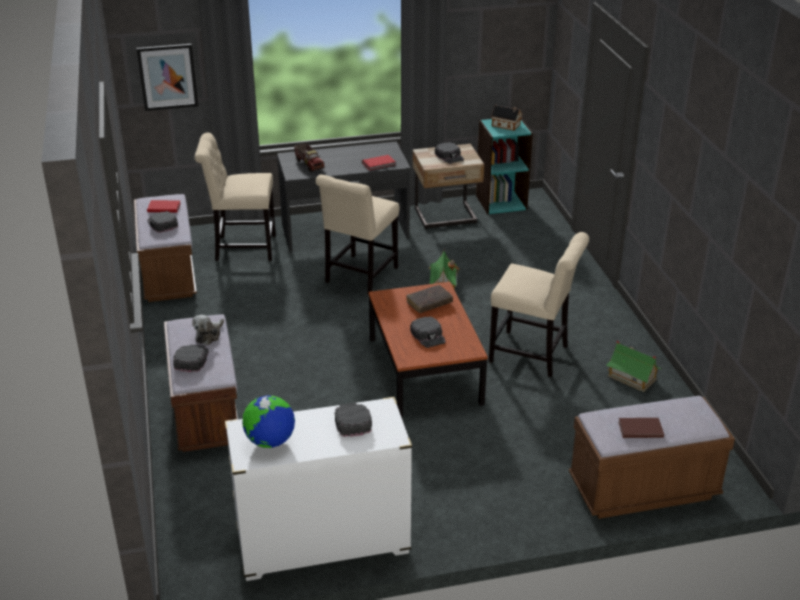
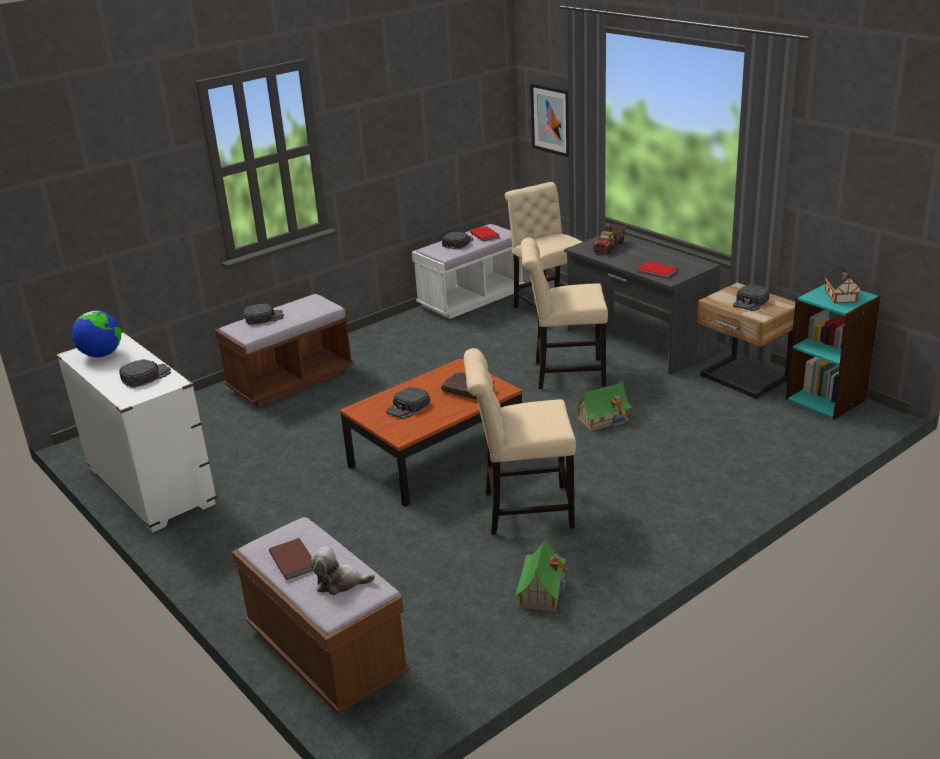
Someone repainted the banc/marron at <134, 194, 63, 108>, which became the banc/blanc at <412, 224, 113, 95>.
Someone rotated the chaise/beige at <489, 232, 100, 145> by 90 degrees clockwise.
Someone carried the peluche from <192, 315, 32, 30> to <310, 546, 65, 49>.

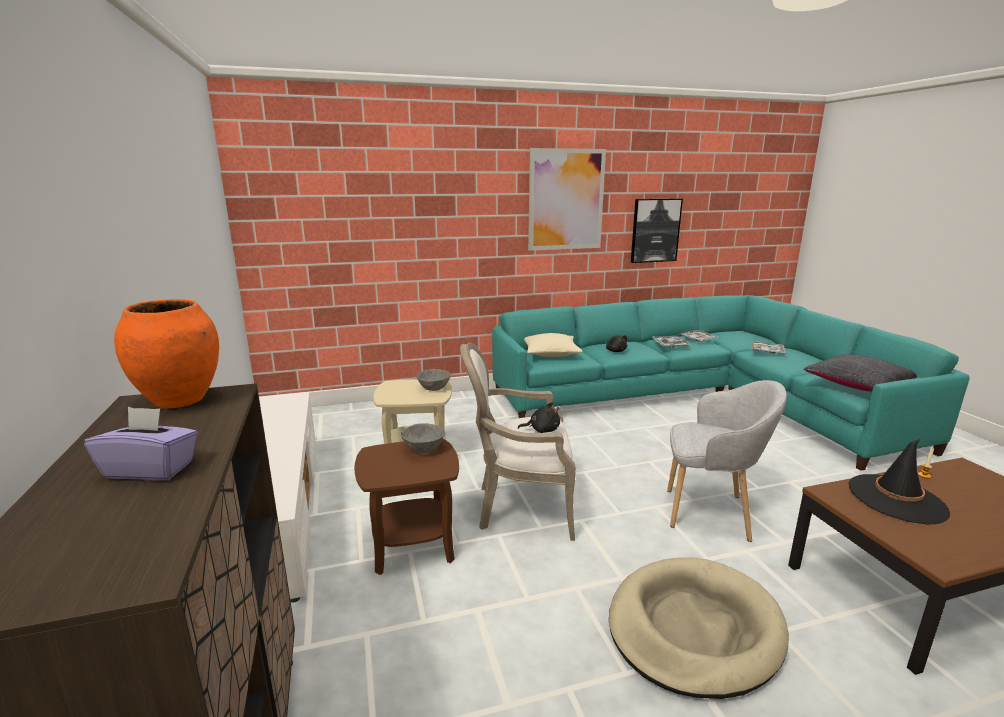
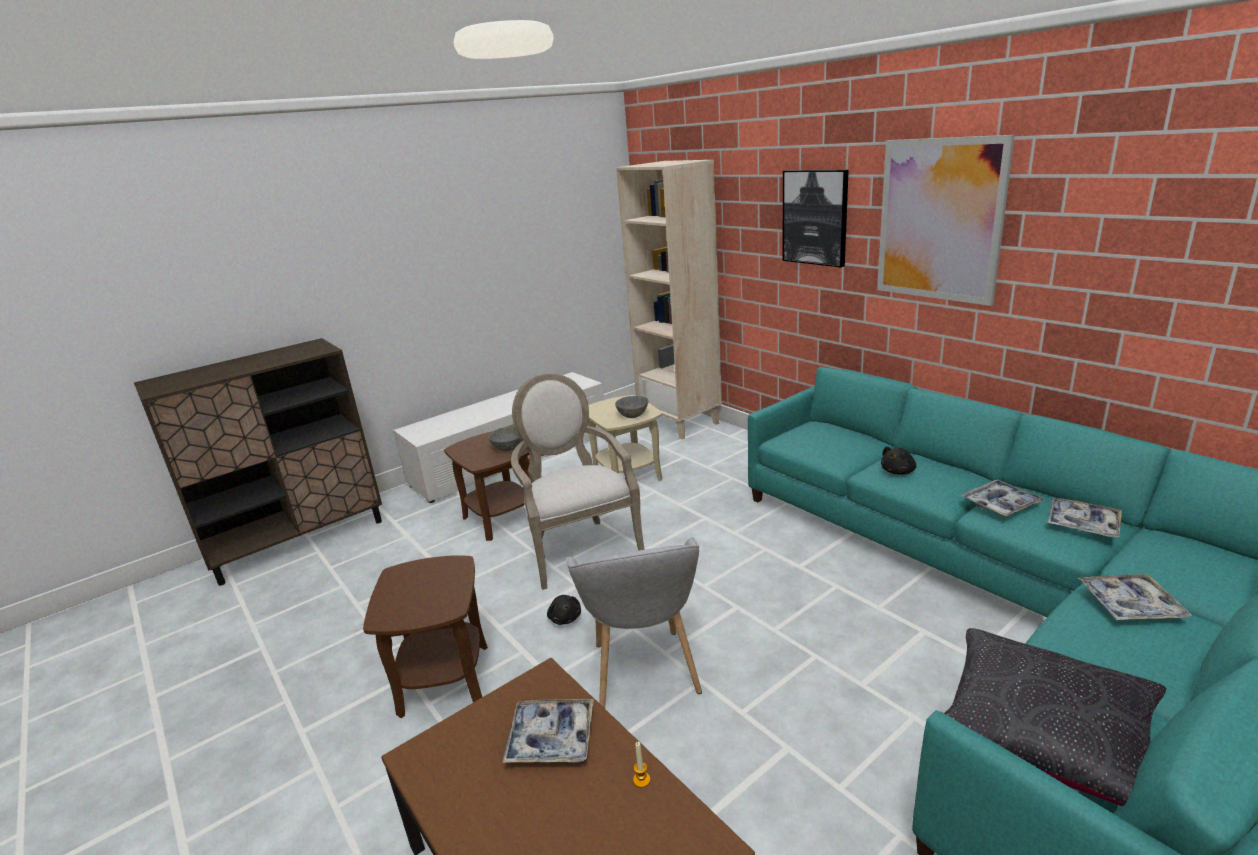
Someone carried the tableau from <631, 199, 52, 64> to <782, 170, 67, 97>.
Someone took away the vase/orange at <114, 299, 105, 109>.
Someone took away the coussin/beige at <524, 333, 58, 24>.
Someone carried the peluche/noir from <518, 402, 42, 31> to <547, 595, 34, 30>.
Someone took away the boîte à mouchoirs/violet at <84, 407, 114, 73>.
Someone swapped the chapeau/noir at <849, 439, 101, 85> for the plateau at <502, 699, 92, 64>.
Someone swapped the panier pour chien/beige at <609, 557, 180, 142> for the table d'appoint/marron at <363, 555, 125, 163>.
Someone put down the bibliothèque/beige at <616, 160, 106, 280>.

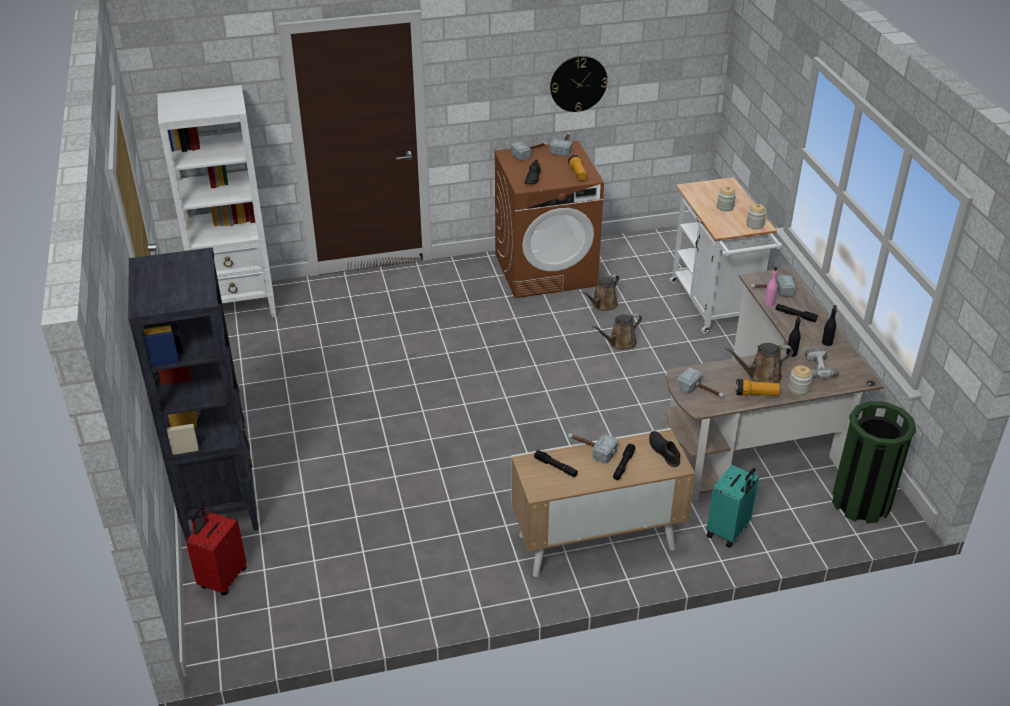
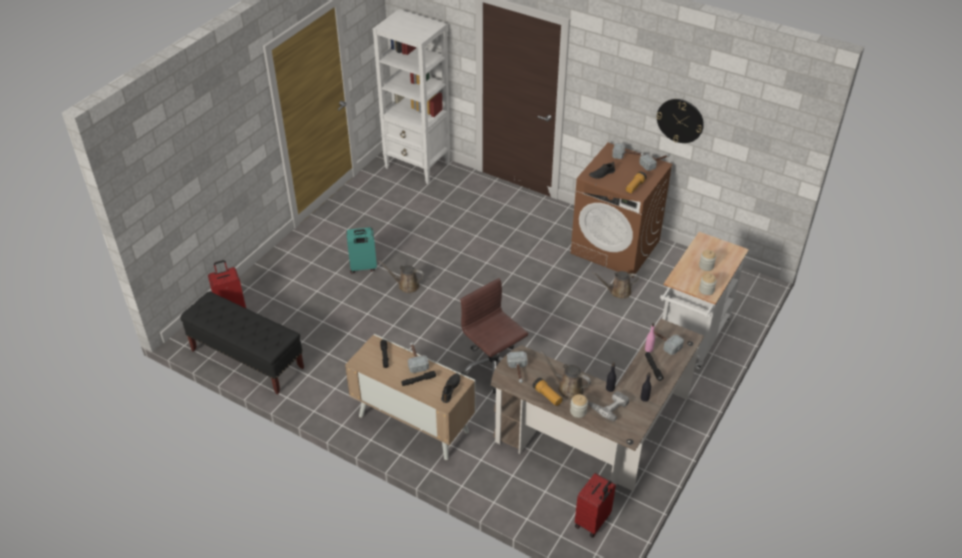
Someone took away the bibliothèque/noir at <128, 247, 130, 295>.
Someone carried the arrosoir/marron from <592, 313, 50, 37> to <379, 261, 45, 32>.
Someone swapped the poubelle/vert at <832, 401, 84, 123> for the valise/rouge at <575, 473, 41, 64>.
Someone carried the valise/turquoise from <706, 464, 53, 84> to <346, 227, 31, 47>.
Someone put down the chaise de bureau/marron at <460, 278, 68, 116>.
Someone put down the banc/noir at <180, 291, 124, 103>.

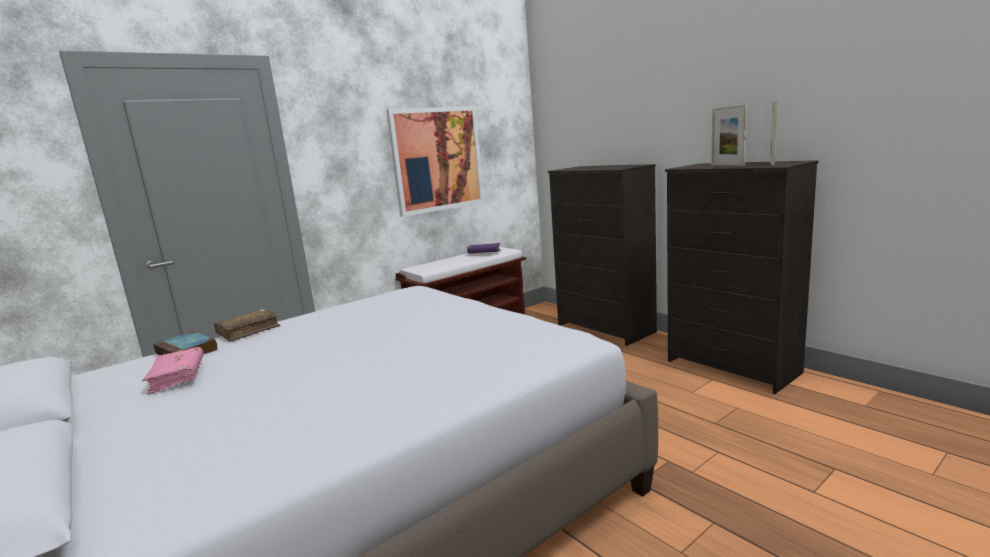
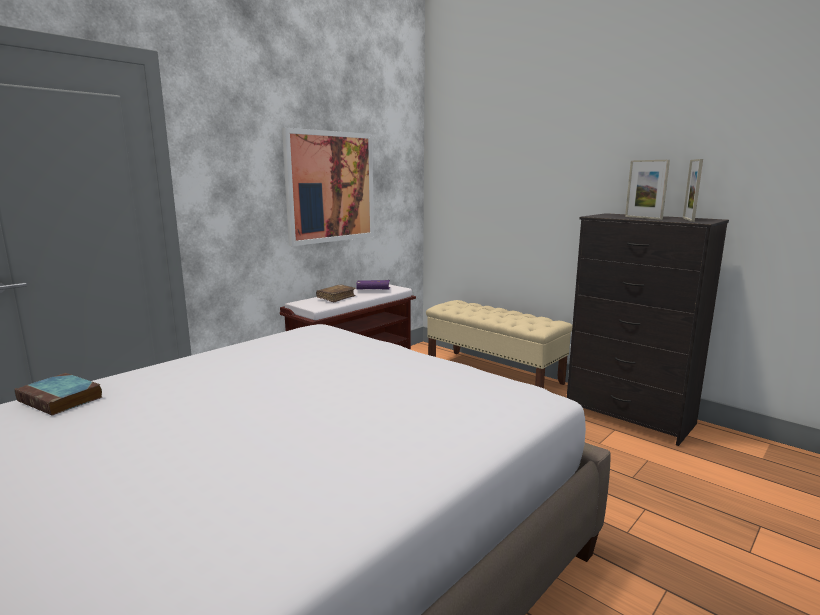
Someone swapped the commode/noir at <548, 164, 109, 182> for the banc/beige at <426, 300, 147, 88>.
Someone carried the livre/marron from <214, 309, 67, 33> to <316, 285, 40, 17>.
Someone took away the livre/rose at <142, 347, 61, 47>.

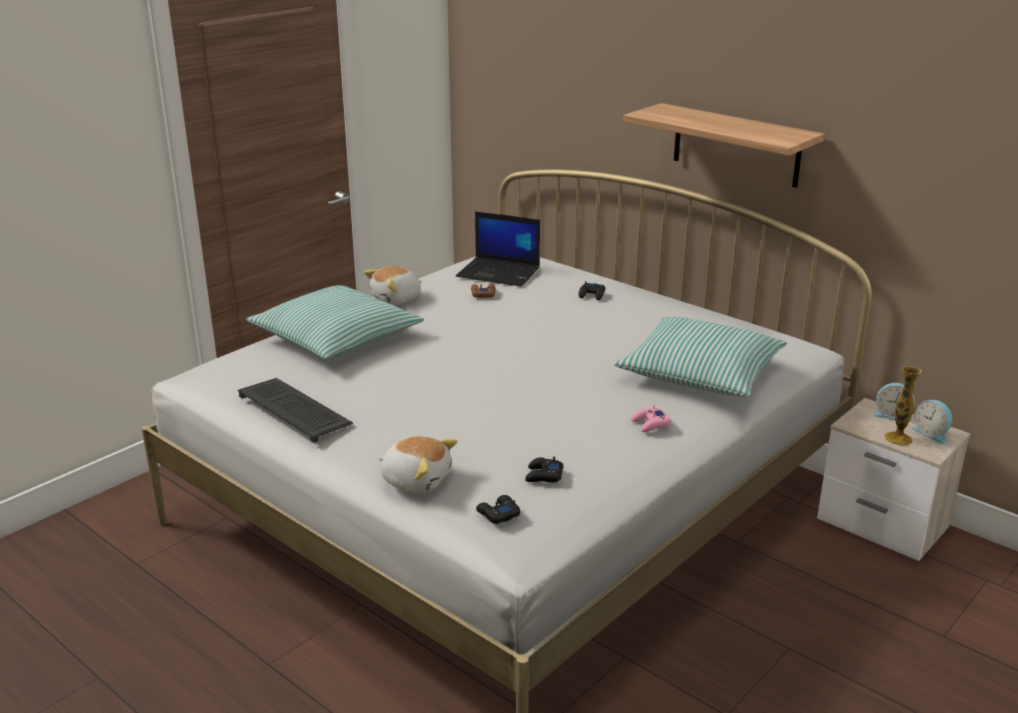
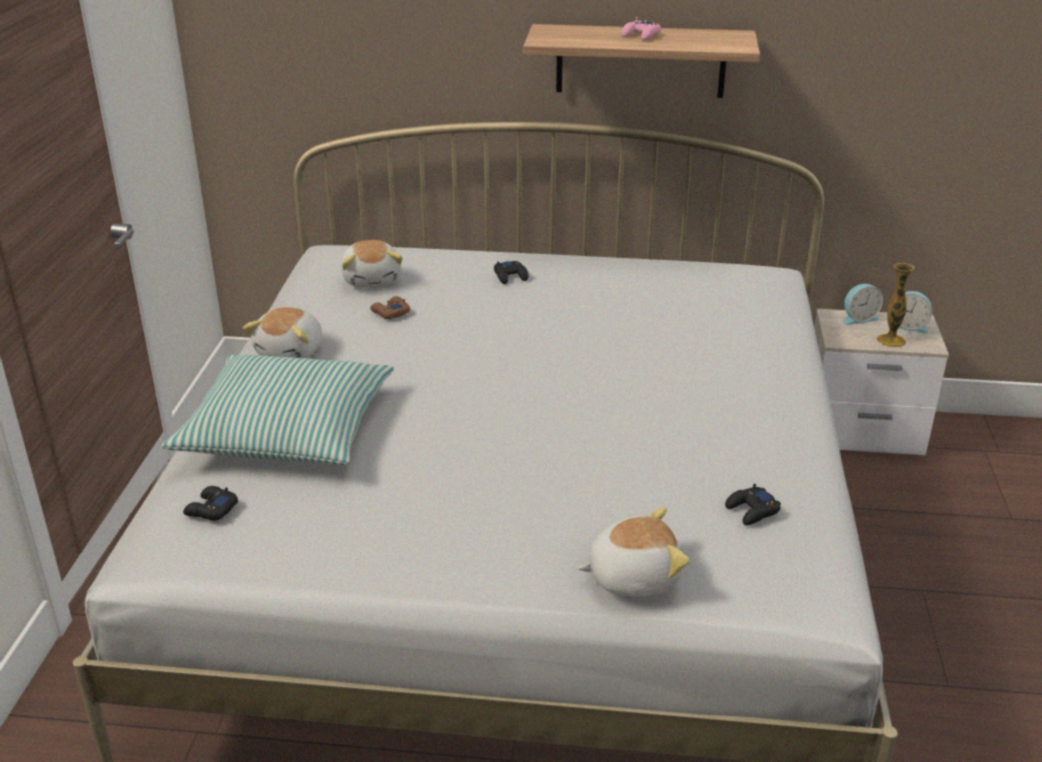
Someone swapped the ordinateur portable at <456, 211, 84, 76> for the peluche at <341, 240, 62, 47>.
Someone took away the coussin at <614, 317, 173, 80>.
Someone took away the clavier at <238, 378, 115, 65>.
Someone carried the manette/rose from <631, 405, 40, 27> to <621, 17, 40, 24>.
Someone carried the manette/noir from <476, 495, 44, 29> to <183, 486, 55, 35>.

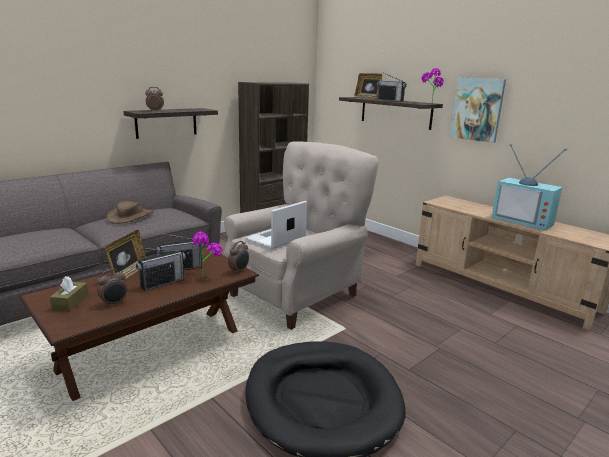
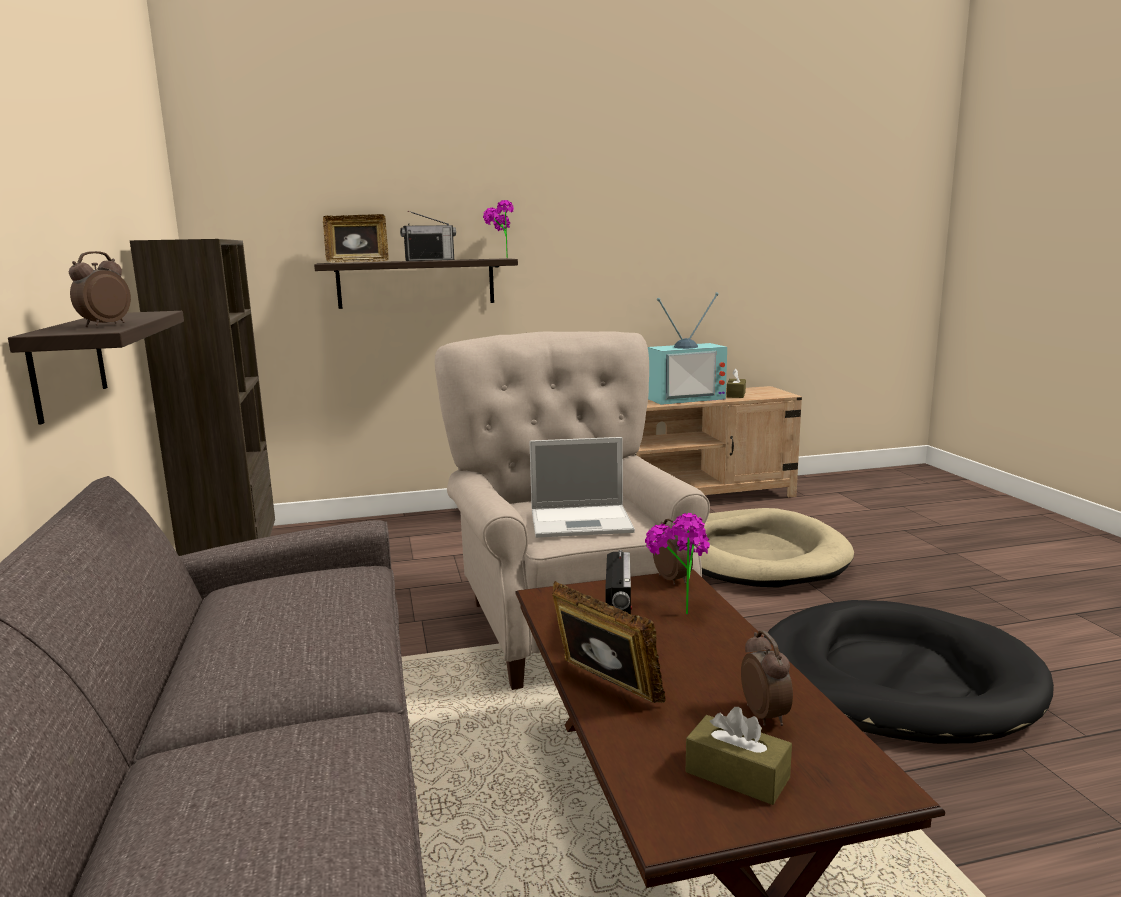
Someone took away the tableau at <450, 78, 56, 65>.
Someone took away the chapeau/marron at <106, 201, 48, 23>.
Someone rotated the ordinateur portable at <245, 201, 62, 48> by 75 degrees counterclockwise.
Someone took away the radio at <136, 248, 50, 43>.
Someone put down the boîte à mouchoirs/marron at <726, 368, 20, 30>.
Someone put down the panier pour chien/beige at <698, 508, 156, 80>.

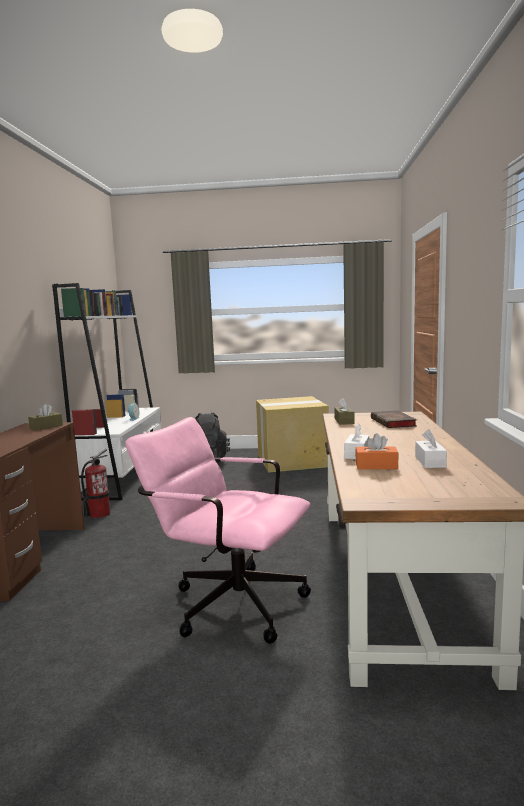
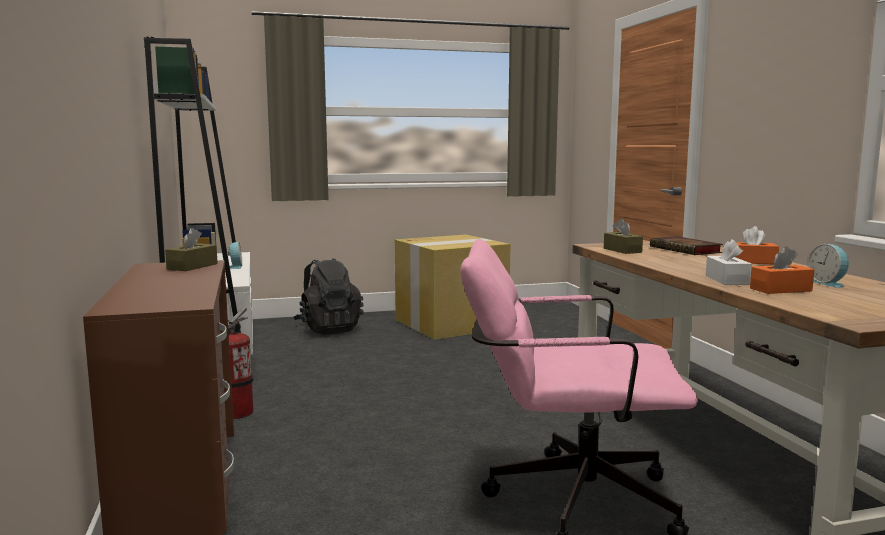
Someone swapped the boîte à mouchoirs/blanc at <415, 429, 32, 39> for the réveil at <808, 244, 41, 44>.
Someone put down the boîte à mouchoirs/orange at <736, 226, 43, 38>.

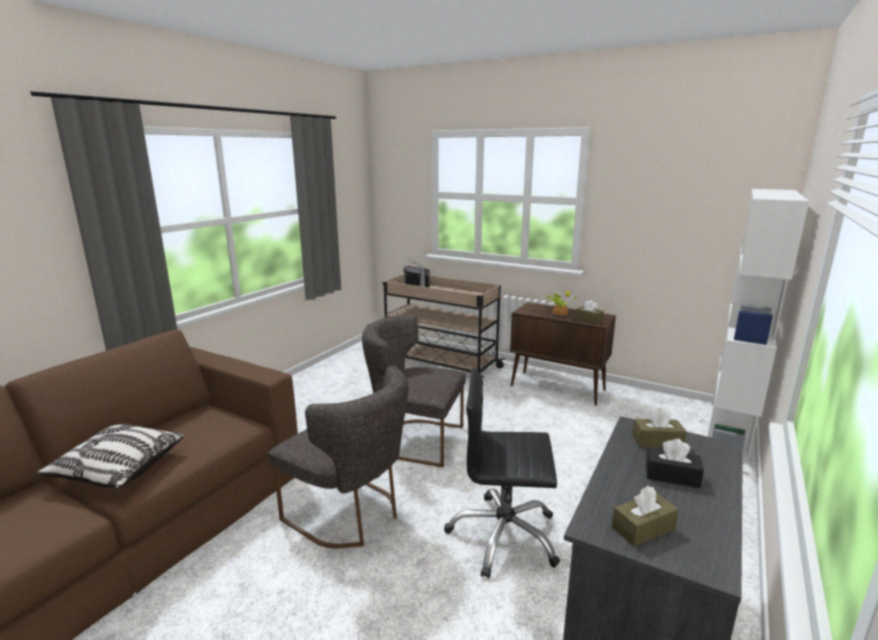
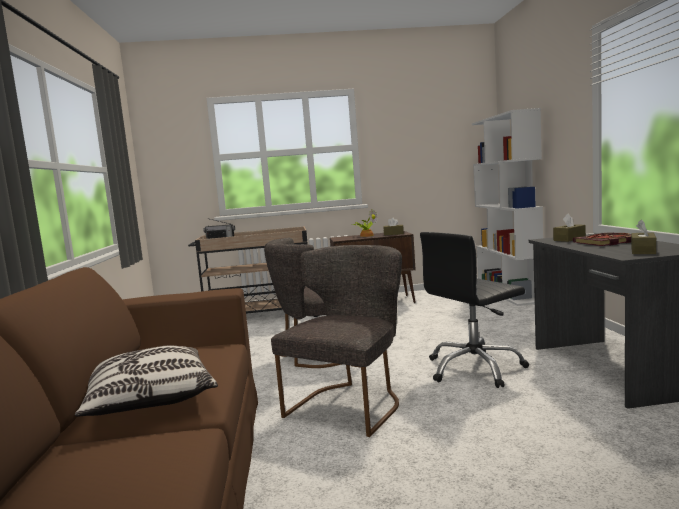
Someone rotated the chaise/gris at <269, 366, 139, 183> by 60 degrees counterclockwise.
Someone swapped the boîte à mouchoirs/noir at <646, 439, 58, 49> for the livre at <573, 233, 58, 13>.

